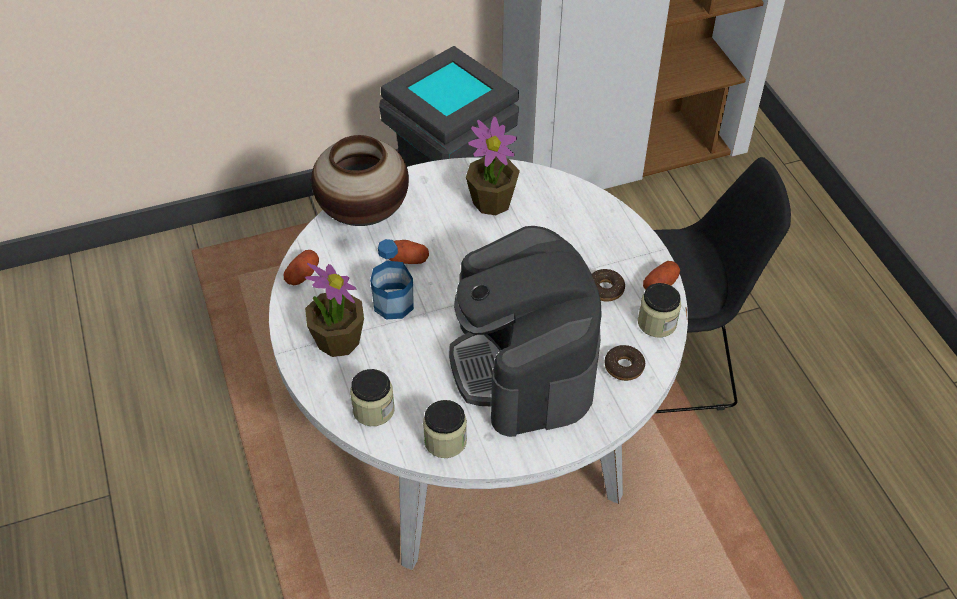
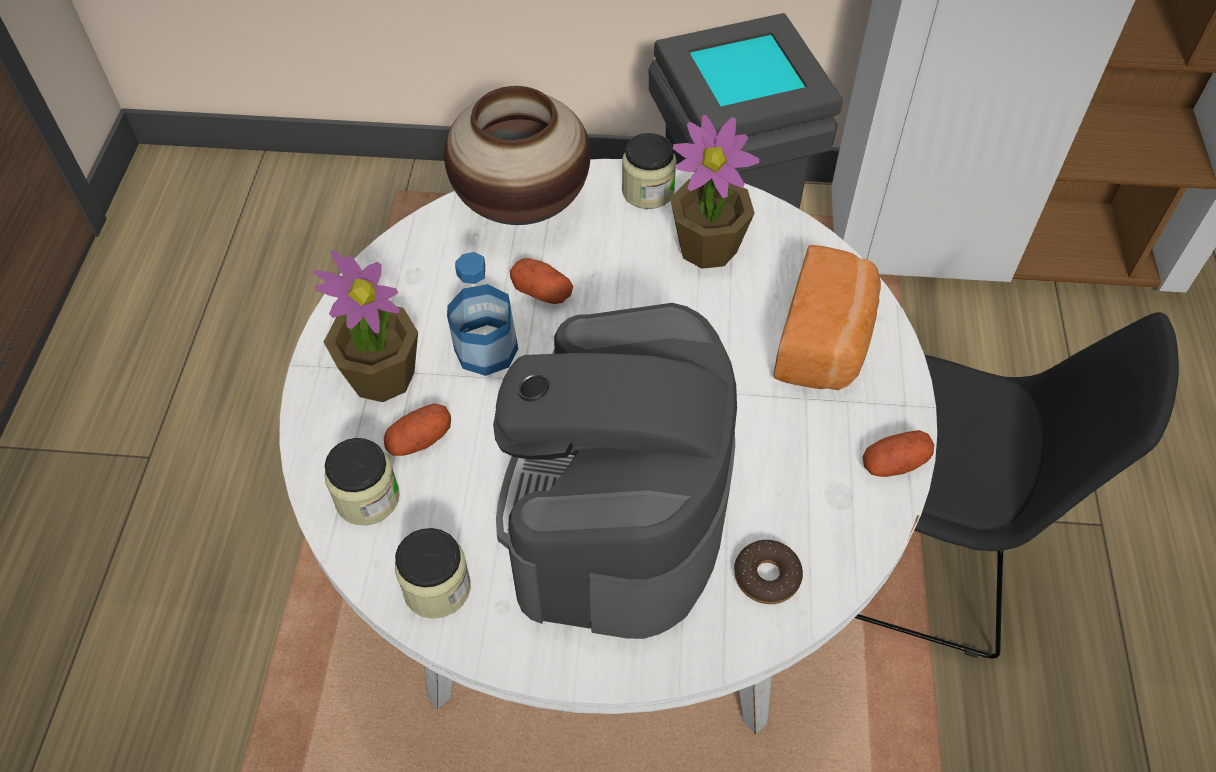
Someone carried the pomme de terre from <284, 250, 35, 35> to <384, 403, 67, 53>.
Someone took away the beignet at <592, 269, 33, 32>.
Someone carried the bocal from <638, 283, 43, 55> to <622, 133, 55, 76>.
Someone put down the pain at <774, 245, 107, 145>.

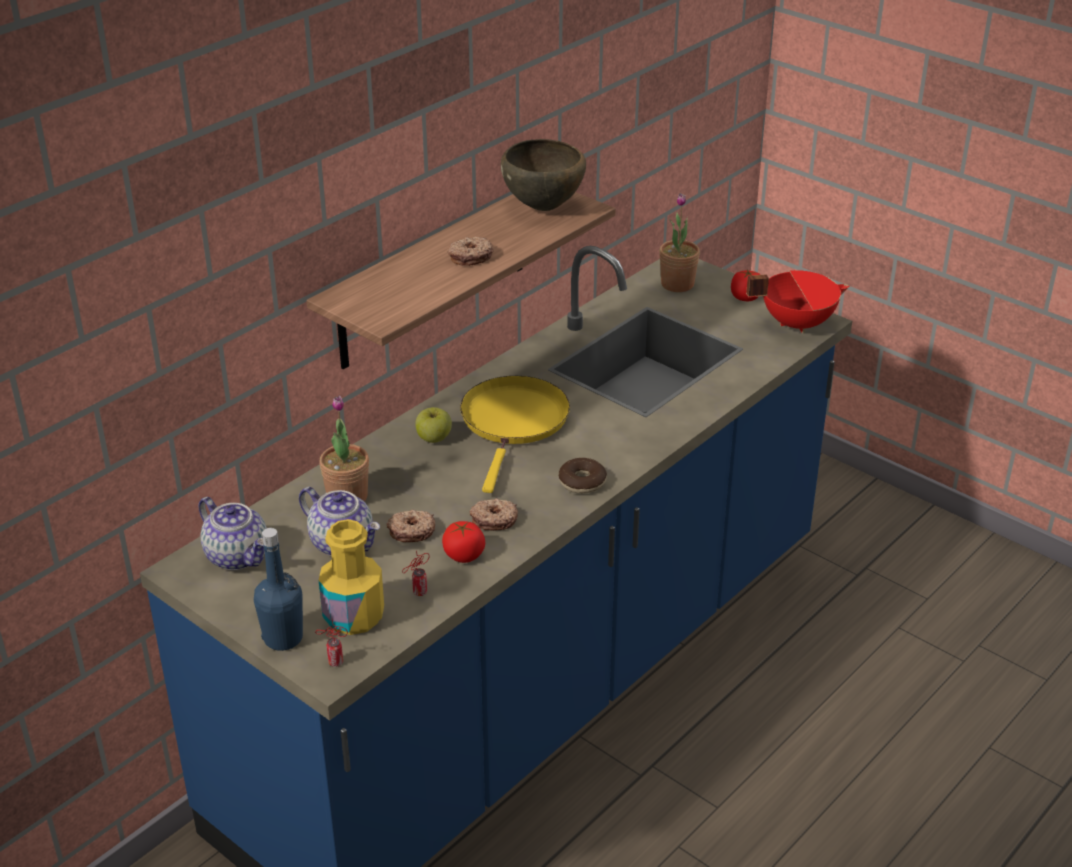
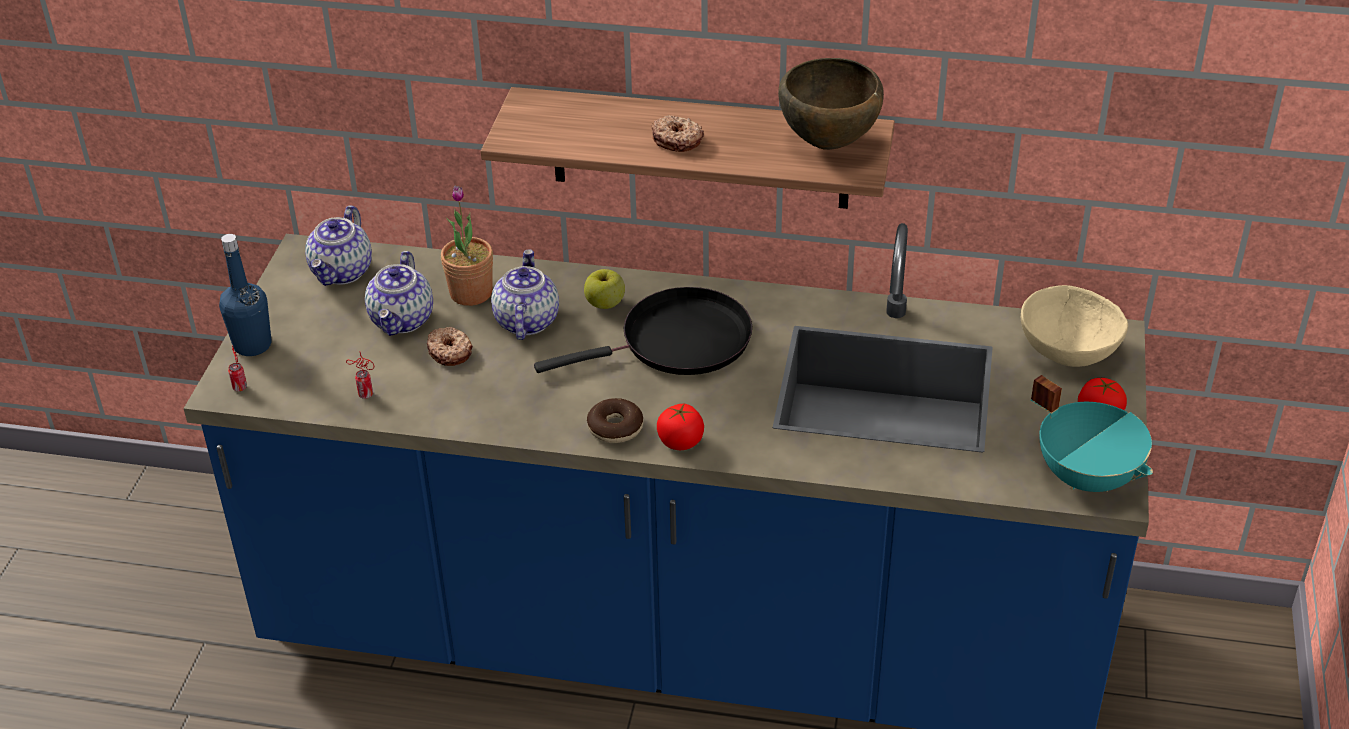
Someone swapped the plante en pot at <659, 193, 41, 99> for the bol/beige at <1021, 285, 107, 82>.
Someone repainted the marmite/rouge at <746, 270, 103, 63>, which became the marmite/turquoise at <1031, 375, 122, 117>.
Someone repainted the poêle/jaune at <460, 376, 110, 117>, which became the poêle/noir at <534, 287, 218, 88>.
Someone took away the beignet at <470, 498, 48, 33>.
Someone took away the bouteille/jaune at <319, 519, 65, 116>.
Someone carried the tomate from <442, 521, 43, 42> to <657, 403, 47, 47>.
Someone put down the théière at <491, 249, 68, 91>.

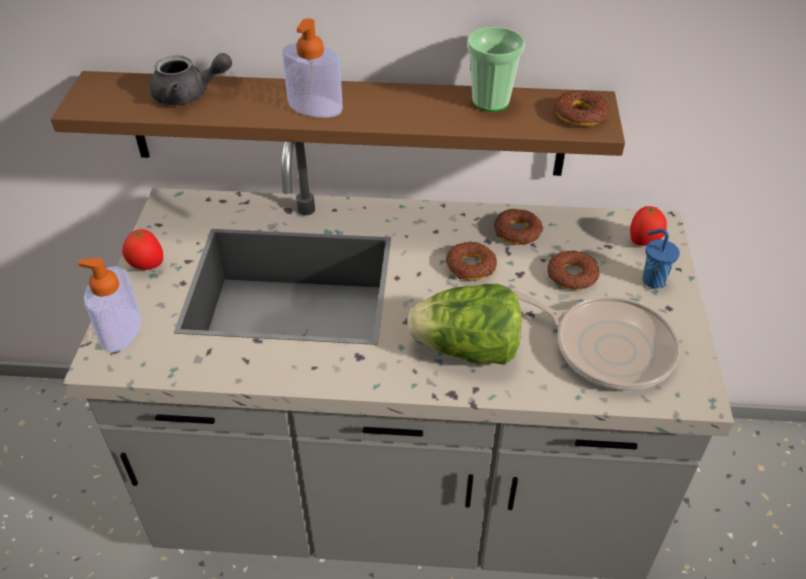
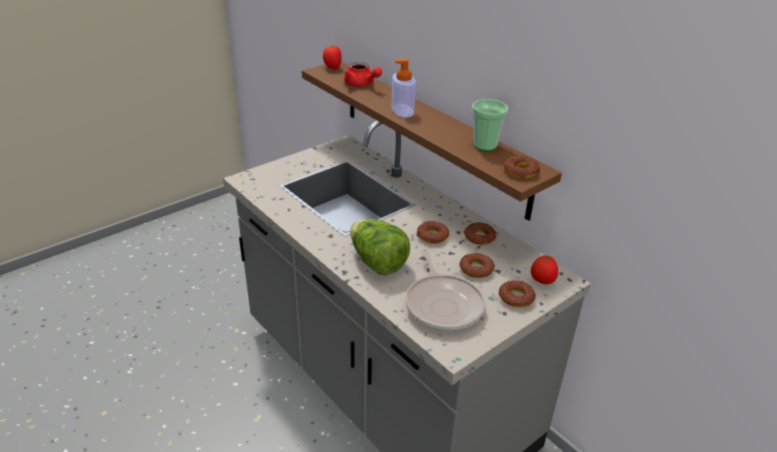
Someone repainted the théière/gris at <150, 53, 82, 52>, which became the théière/rouge at <344, 62, 38, 25>.
Someone carried the tomate from <122, 229, 41, 41> to <323, 46, 19, 23>.
Someone swapped the tasse/bleu at <643, 229, 37, 59> for the beignet at <499, 280, 37, 28>.
Someone took away the distributeur de savon at <78, 258, 63, 95>.

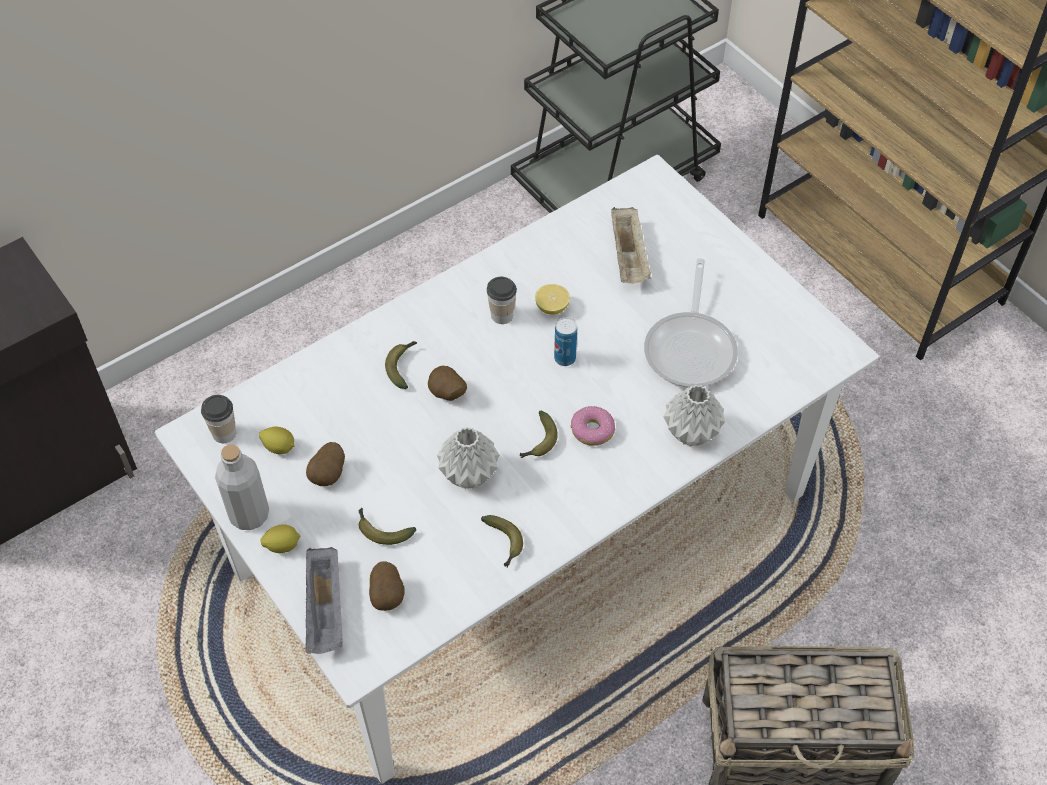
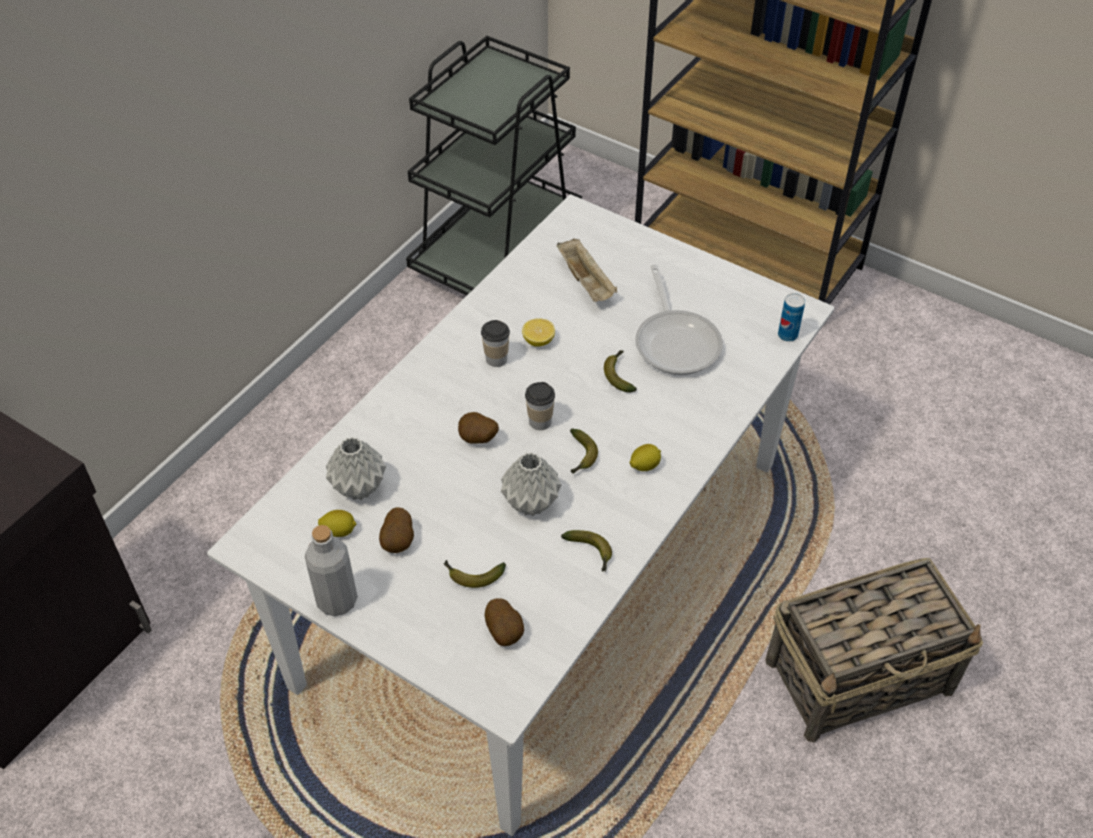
Someone carried the boîte métallique from <554, 317, 23, 49> to <778, 293, 27, 49>.
Someone carried the banane from <385, 341, 32, 48> to <604, 350, 33, 43>.
Someone carried the vase/gris from <664, 385, 61, 61> to <326, 437, 60, 63>.
Someone carried the tasse from <201, 395, 35, 48> to <525, 382, 30, 48>.
Someone took away the beignet at <570, 406, 45, 40>.
Someone carried the citron from <260, 524, 40, 29> to <630, 444, 31, 27>.
Someone took away the plateau/gris at <306, 547, 37, 107>.

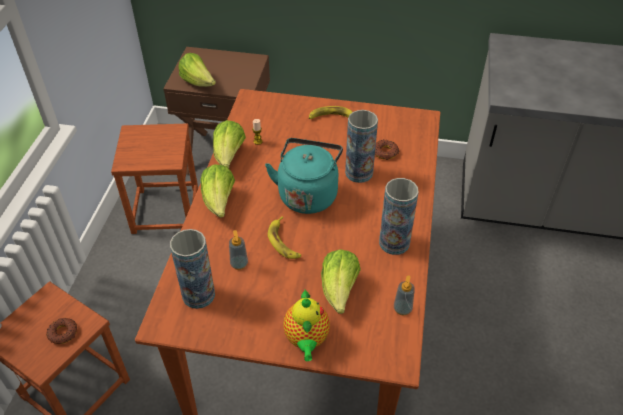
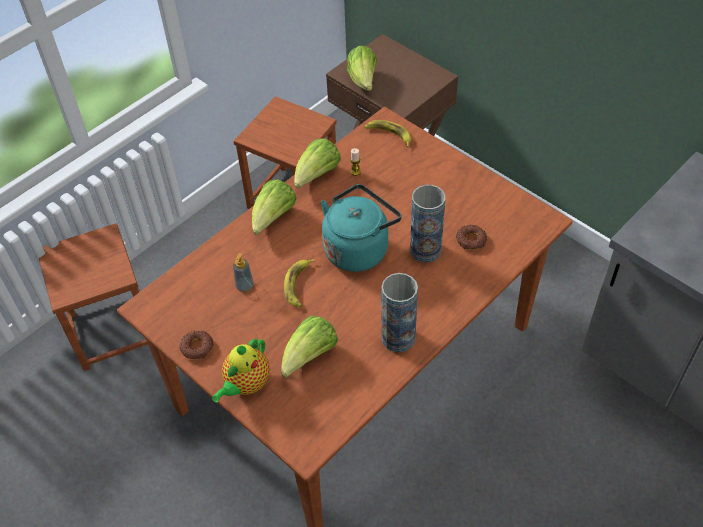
Someone carried the banane from <309, 106, 43, 13> to <364, 120, 47, 27>.
Someone took away the vase at <170, 229, 45, 80>.
Someone took away the distributeur de savon at <394, 275, 21, 40>.
Someone carried the beignet from <46, 318, 31, 26> to <179, 330, 34, 29>.

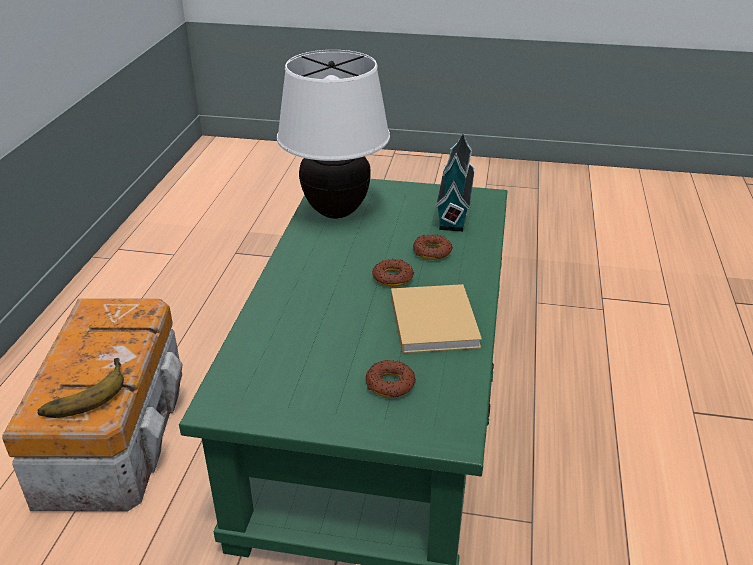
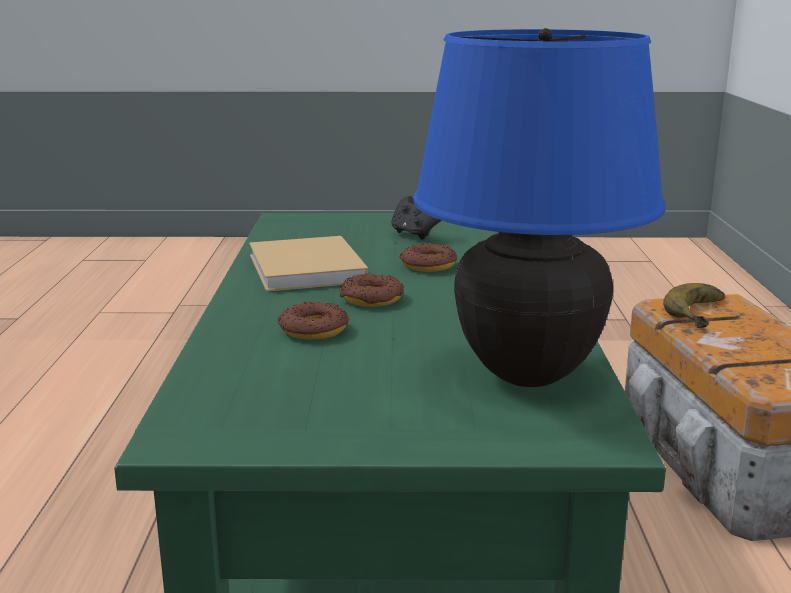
Someone repainted the lampe de table/blanc at <277, 50, 113, 169>, which became the lampe de table/bleu at <414, 28, 252, 359>.
Someone took away the maison miniature at <435, 133, 40, 99>.
Someone carried the beignet from <366, 360, 50, 38> to <400, 243, 57, 29>.
Someone put down the manette/noir at <391, 196, 51, 44>.

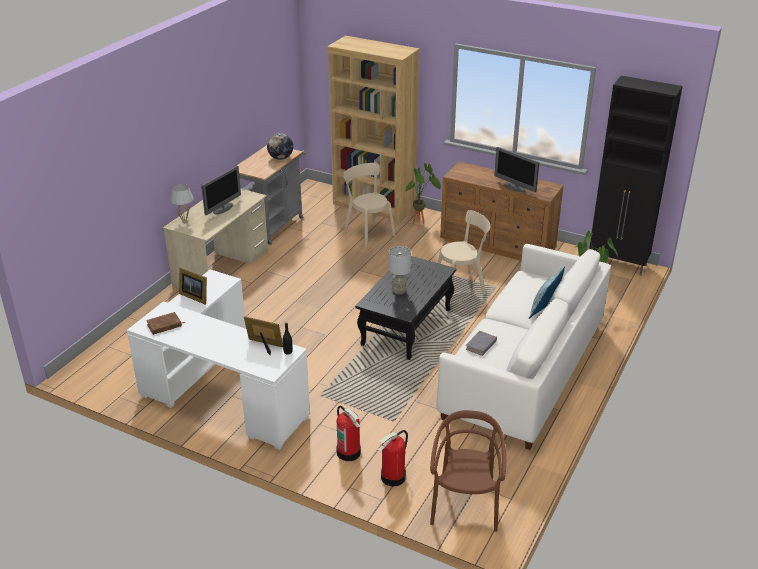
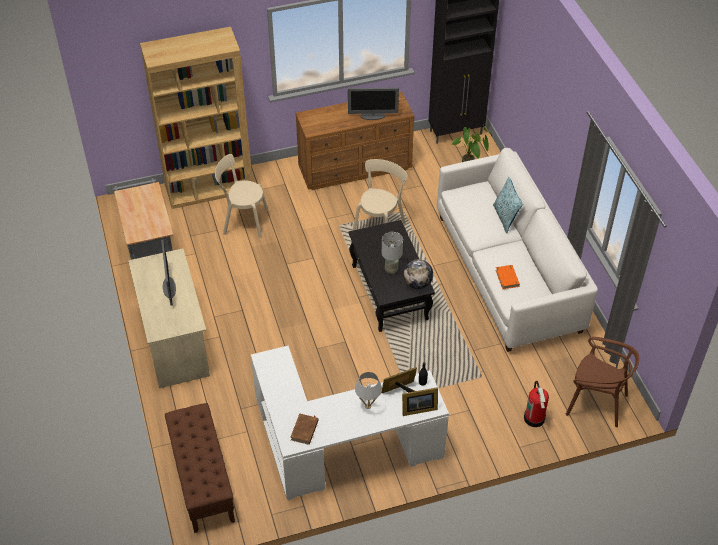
Someone carried the globe from <267, 133, 26, 27> to <403, 259, 30, 30>.
Someone took away the plante en pot at <405, 163, 36, 62>.
Someone carried the lampe de table/blanc from <170, 184, 24, 39> to <355, 372, 27, 37>.
Someone carried the cadre photo from <179, 267, 28, 38> to <402, 387, 36, 29>.
Someone repainted the livre/gris at <465, 331, 32, 25>, which became the livre/orange at <495, 265, 25, 24>.
Someone took away the extincteur at <336, 405, 25, 56>.
Someone rotated the chaise/marron at <430, 410, 76, 122> by 150 degrees clockwise.
Someone put down the banc/marron at <165, 403, 70, 130>.

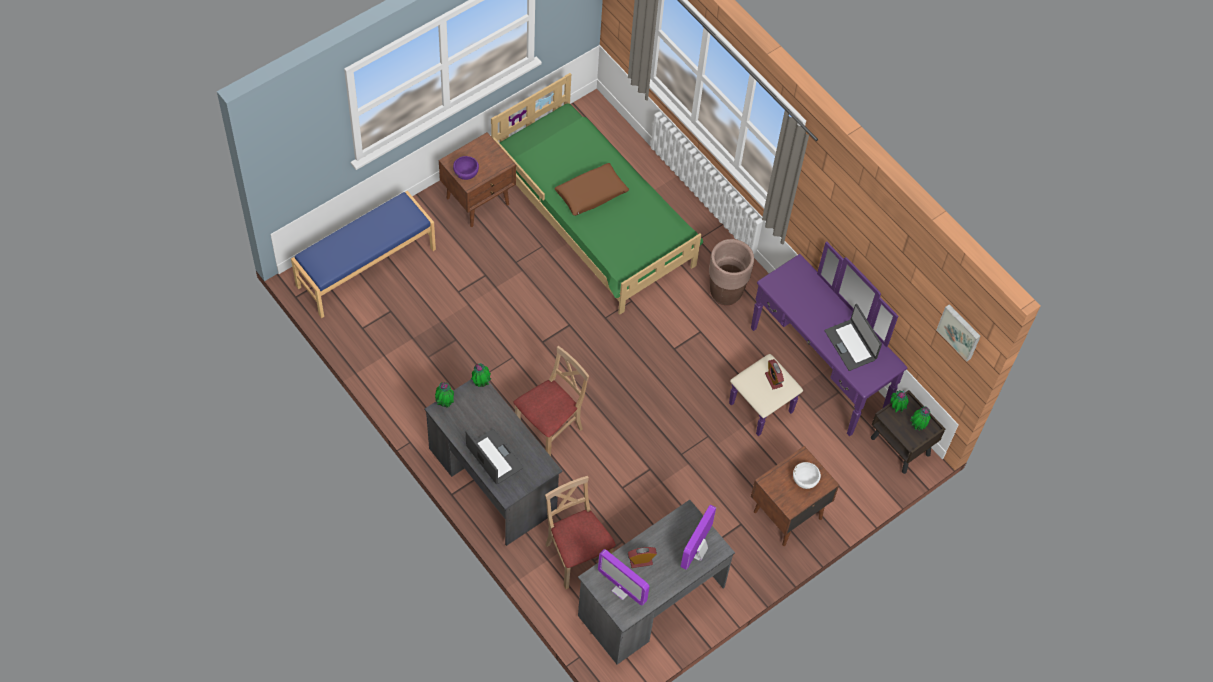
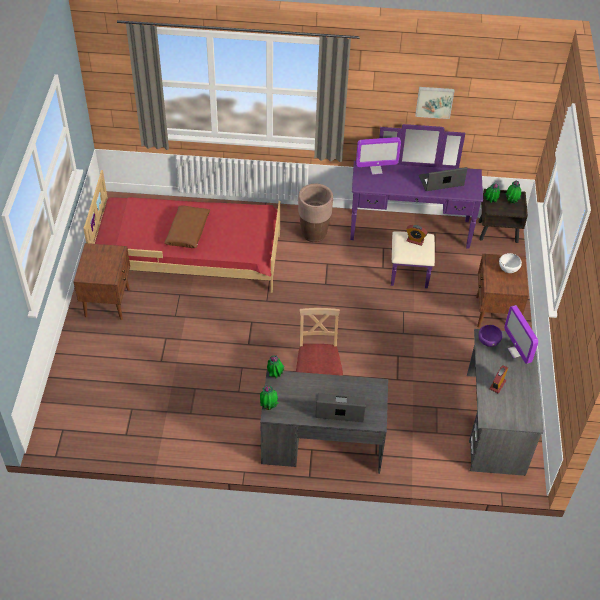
Someone repainted the lit/vert at <491, 73, 212, 242>, which became the lit/rouge at <83, 170, 197, 123>.
Someone carried the bol/violet from <453, 156, 26, 24> to <479, 325, 23, 22>.
Someone took away the banc/bleu at <291, 191, 145, 127>.
Someone rotated the ordinateur portable at <825, 304, 57, 67> by 150 degrees clockwise.
Someone carried the tableau from <936, 304, 45, 57> to <415, 87, 39, 32>.
Someone took away the chaise/beige at <545, 476, 71, 113>.
Someone carried the écran d'ordinateur from <598, 549, 51, 57> to <356, 137, 45, 37>.

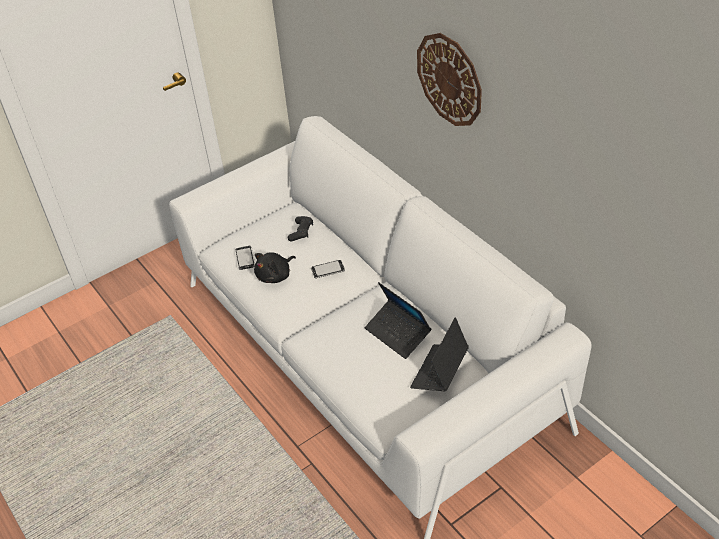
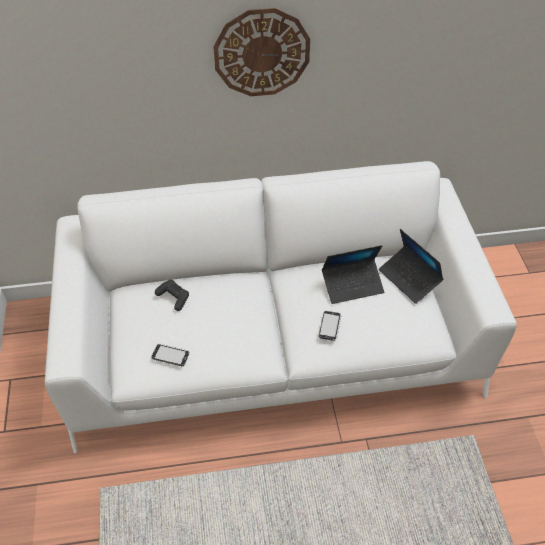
Someone took away the peluche/noir at <254, 252, 42, 31>.
Someone carried the téléphone from <311, 260, 34, 19> to <319, 311, 23, 30>.

